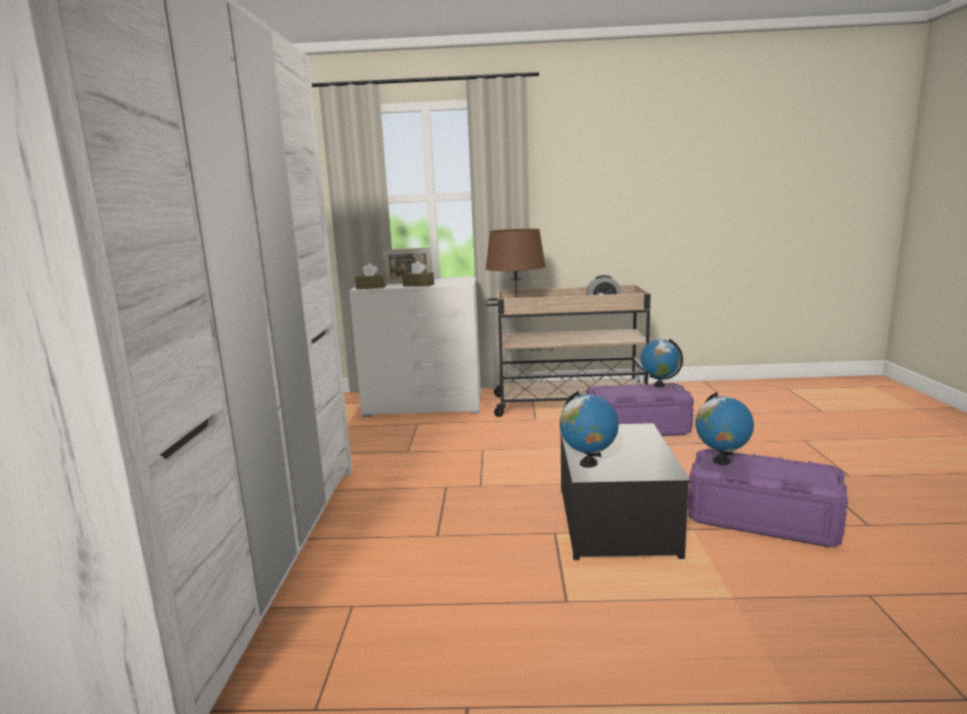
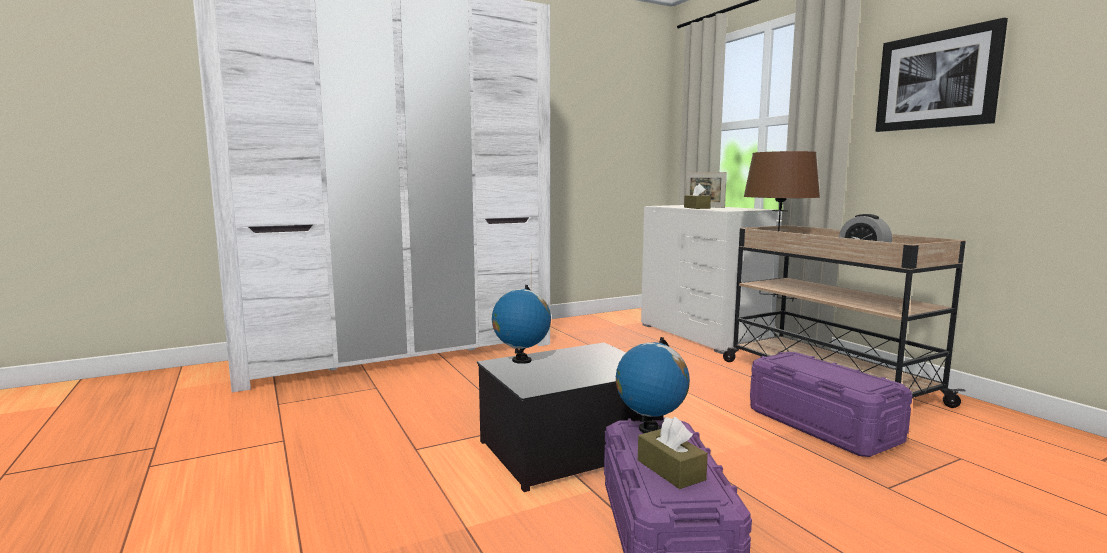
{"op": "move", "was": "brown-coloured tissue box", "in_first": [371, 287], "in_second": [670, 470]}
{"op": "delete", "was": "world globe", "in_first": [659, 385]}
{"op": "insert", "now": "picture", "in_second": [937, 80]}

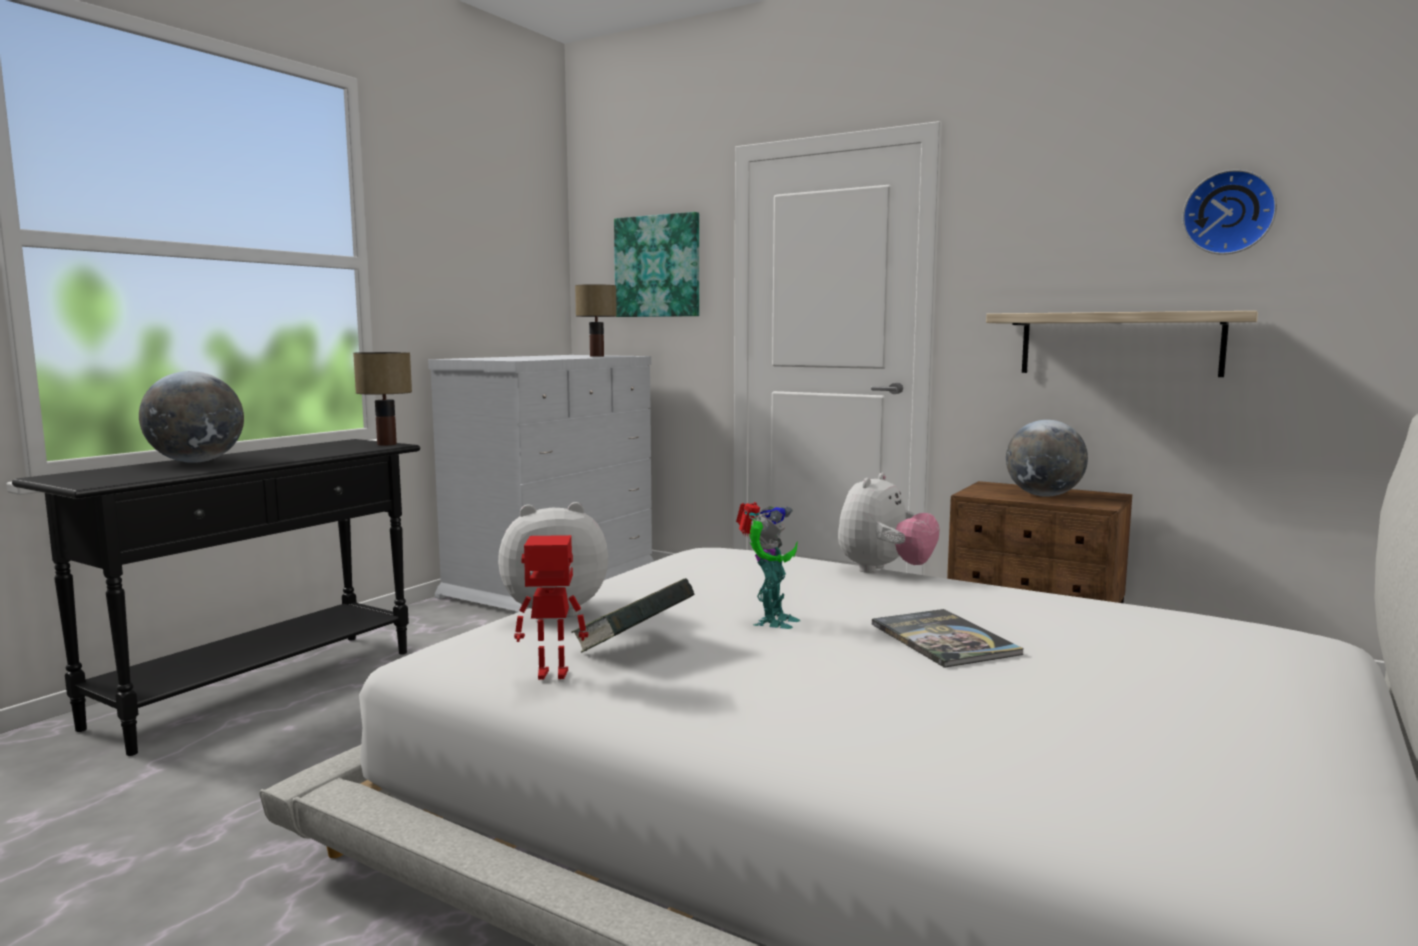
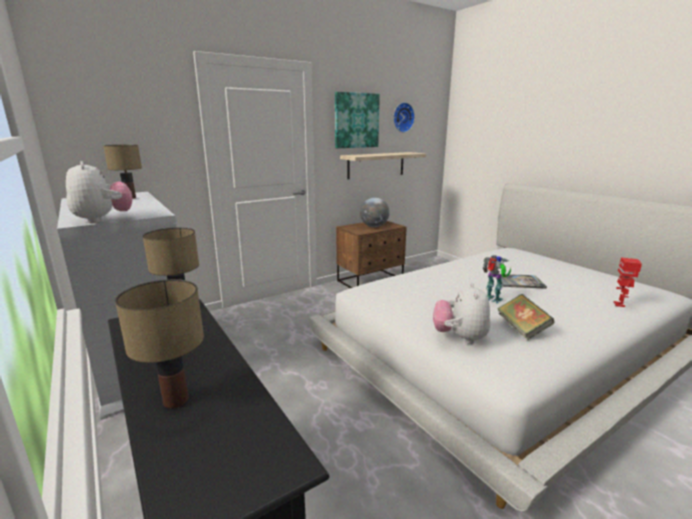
{"op": "replace", "was": "world globe", "now": "table lamp", "in_first": [196, 462], "in_second": [177, 400]}
{"op": "move", "was": "toy robot", "in_first": [552, 675], "in_second": [619, 304]}
{"op": "move", "was": "picture", "in_first": [658, 266], "in_second": [356, 120]}
{"op": "move", "was": "cuddly toy", "in_first": [884, 571], "in_second": [103, 219]}

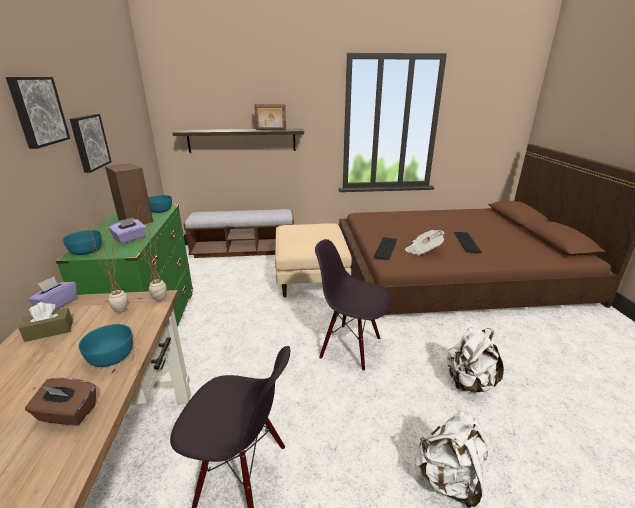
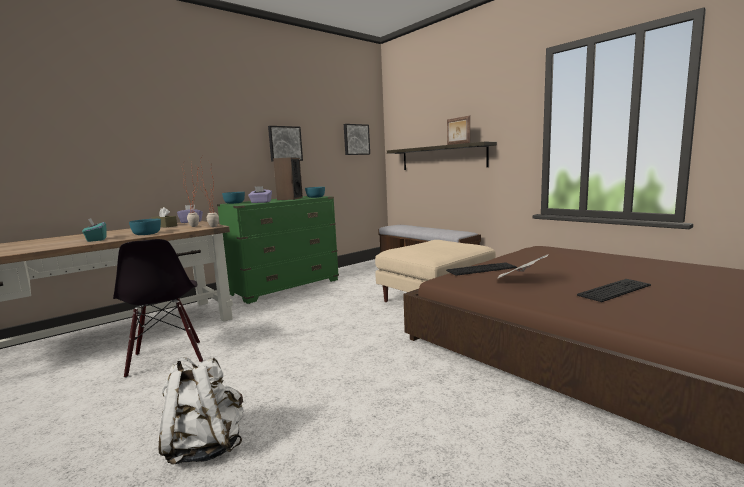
{"op": "move", "was": "picture", "in_first": [37, 111], "in_second": [356, 139]}
{"op": "recolor", "was": "brown-coloured tissue box", "now": "turquoise-coloured tissue box", "in_first": [67, 414], "in_second": [96, 239]}
{"op": "delete", "was": "blackish plain chair", "in_first": [351, 347]}
{"op": "delete", "was": "white-coloured backpack", "in_first": [469, 383]}

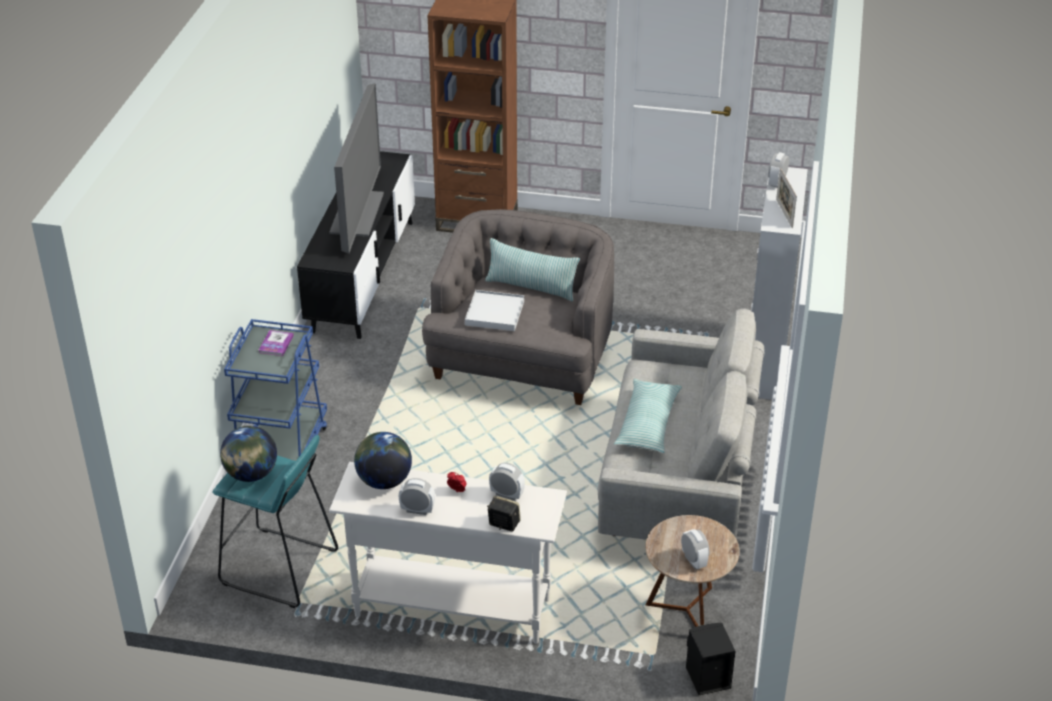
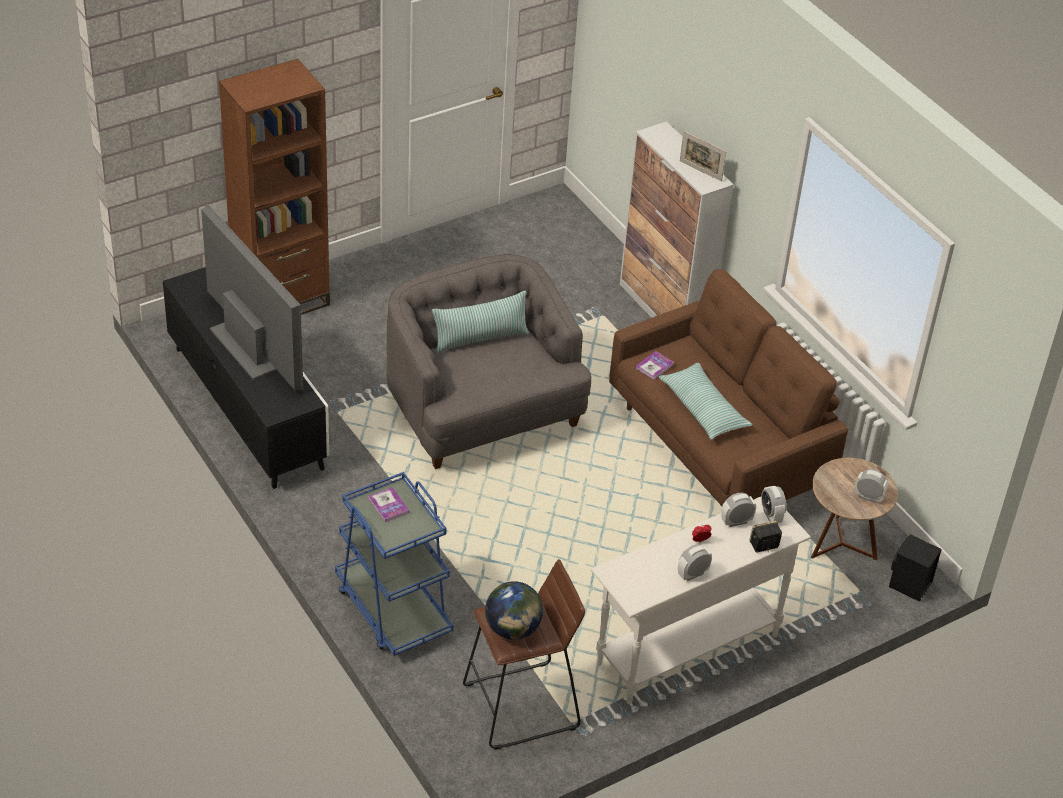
{"op": "recolor", "was": "turquoise-coloured stool seat", "now": "brown-coloured stool seat", "in_first": [279, 568], "in_second": [522, 706]}
{"op": "delete", "was": "world globe", "in_first": [384, 481]}
{"op": "delete", "was": "white-coloured tray", "in_first": [494, 313]}
{"op": "recolor", "was": "grey settee", "now": "brown-coloured settee", "in_first": [678, 480], "in_second": [718, 447]}
{"op": "move", "was": "alarm clock", "in_first": [777, 182], "in_second": [771, 515]}
{"op": "insert", "now": "volume", "in_second": [654, 366]}

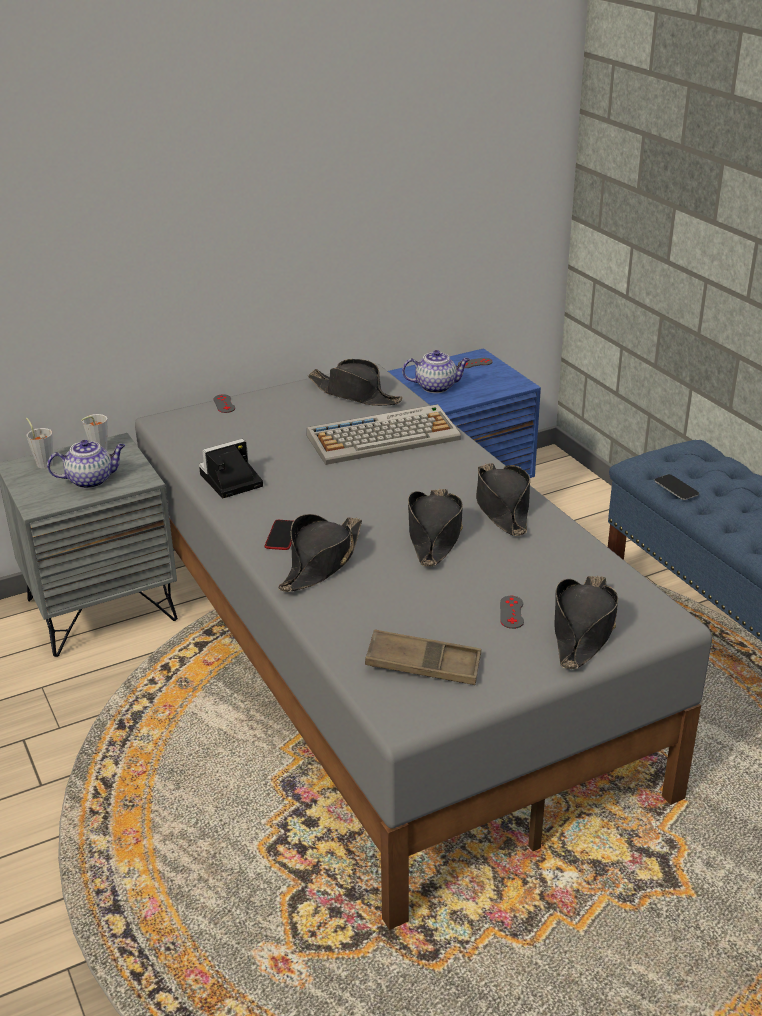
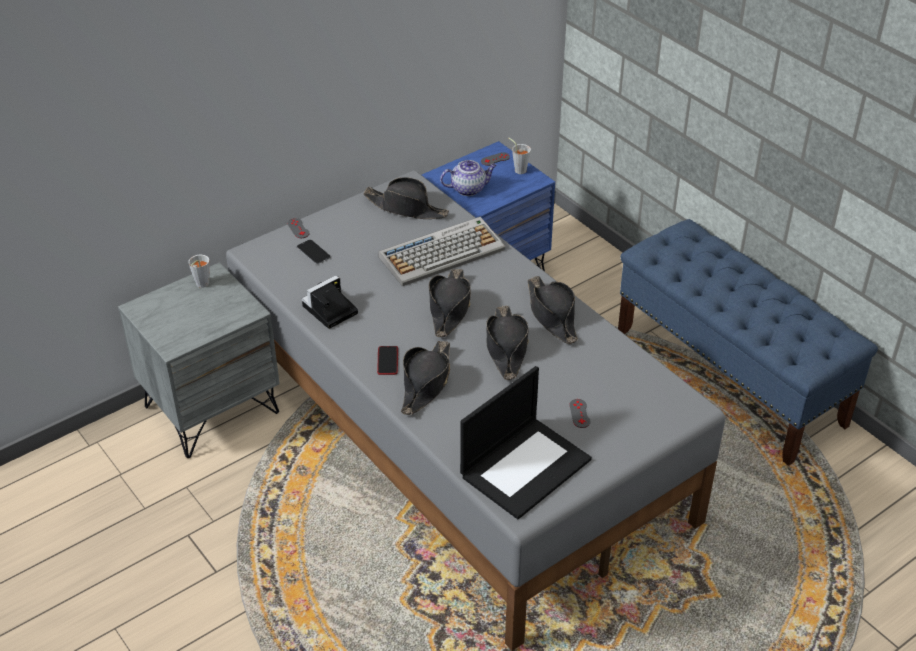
{"op": "move", "was": "grey drinking cup", "in_first": [43, 462], "in_second": [518, 169]}
{"op": "delete", "was": "pot for tea", "in_first": [91, 480]}
{"op": "replace", "was": "brown-coloured tray", "now": "laptop", "in_first": [423, 665], "in_second": [525, 466]}
{"op": "move", "was": "blackish hat", "in_first": [583, 630], "in_second": [449, 308]}
{"op": "move", "was": "handset", "in_first": [676, 488], "in_second": [313, 252]}

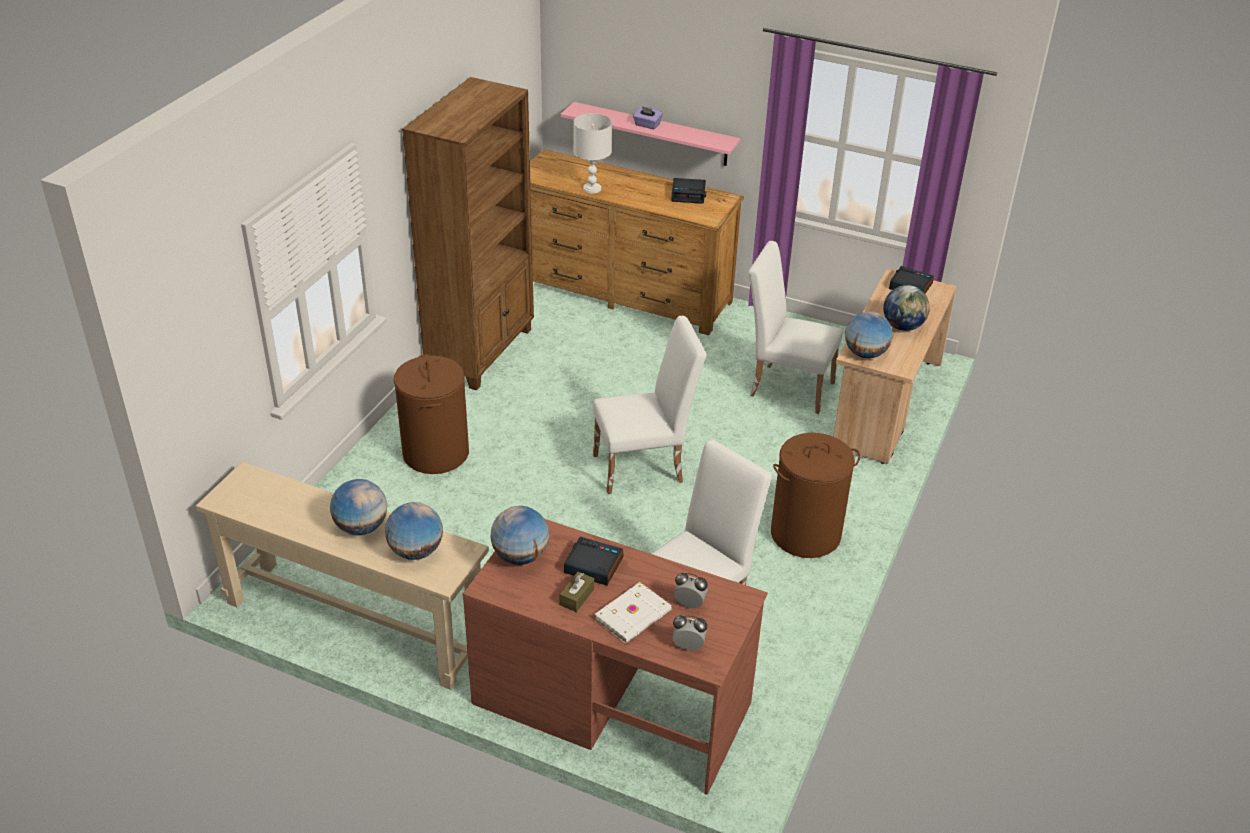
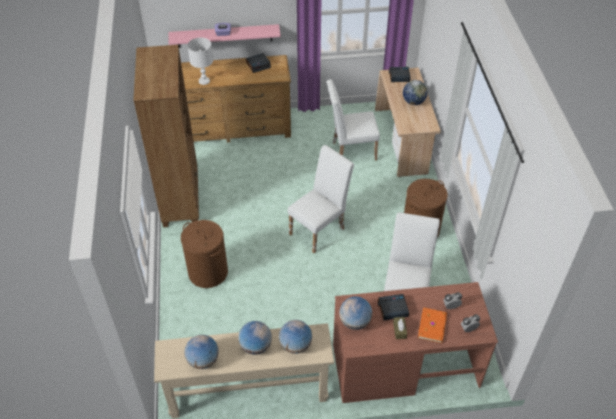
{"op": "recolor", "was": "white-coloured volume", "now": "orange-coloured volume", "in_first": [634, 616], "in_second": [433, 326]}
{"op": "move", "was": "world globe", "in_first": [865, 354], "in_second": [203, 360]}

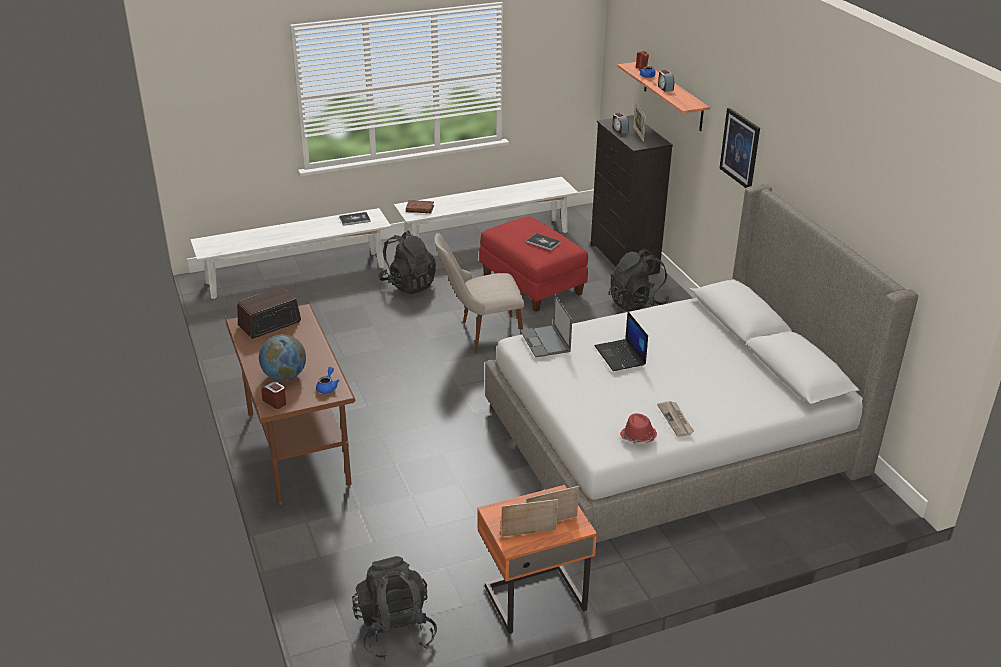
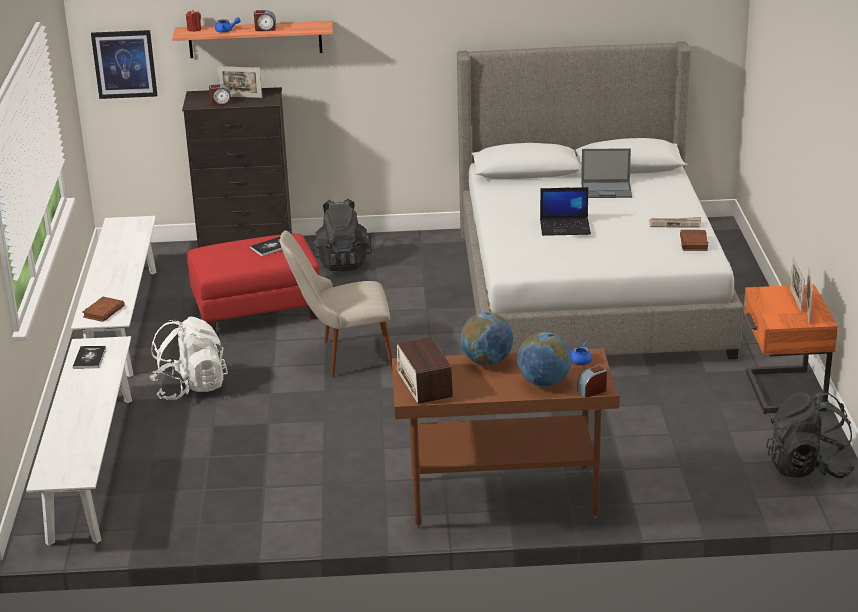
{"op": "recolor", "was": "blackish backpack", "now": "white-coloured backpack", "in_first": [408, 284], "in_second": [190, 388]}
{"op": "rotate", "was": "beige plain chair", "in_first": [480, 335], "in_second": [343, 357], "clockwise": 75}
{"op": "move", "was": "laptop", "in_first": [545, 341], "in_second": [607, 190]}
{"op": "replace", "was": "red hat", "now": "brown-coloured volume", "in_first": [638, 437], "in_second": [694, 243]}
{"op": "move", "was": "picture", "in_first": [740, 148], "in_second": [124, 64]}
{"op": "insert", "now": "world globe", "in_second": [487, 361]}

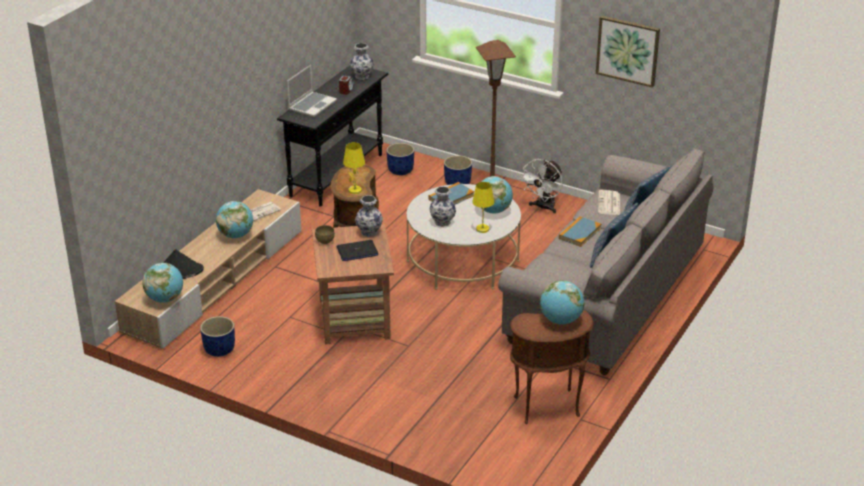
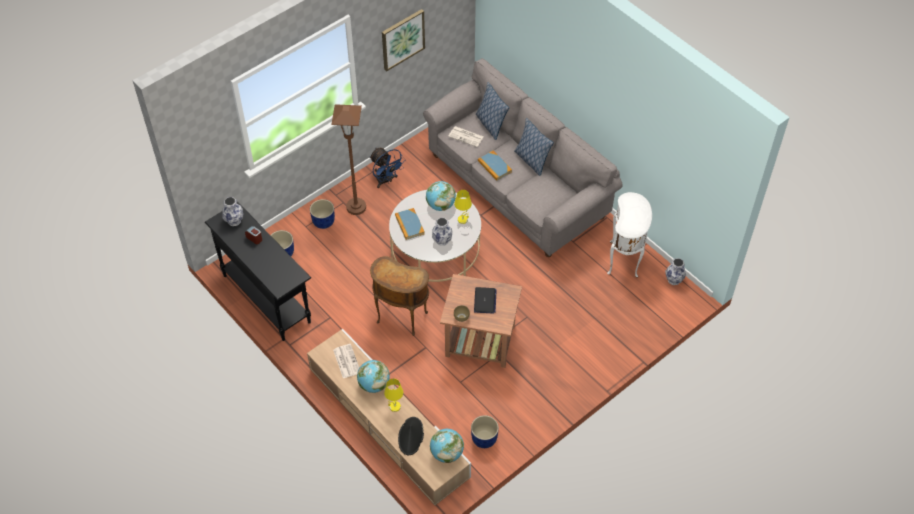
{"op": "delete", "was": "laptop", "in_first": [312, 105]}
{"op": "move", "was": "yellow-coloured table lamp", "in_first": [354, 190], "in_second": [394, 407]}
{"op": "move", "was": "vase", "in_first": [369, 232], "in_second": [674, 280]}
{"op": "recolor", "was": "brown-coloured accent table", "now": "white-coloured accent table", "in_first": [547, 408], "in_second": [625, 260]}
{"op": "recolor", "was": "white-coloured fan", "now": "bluish fan", "in_first": [543, 207], "in_second": [386, 181]}
{"op": "delete", "was": "world globe", "in_first": [561, 320]}

